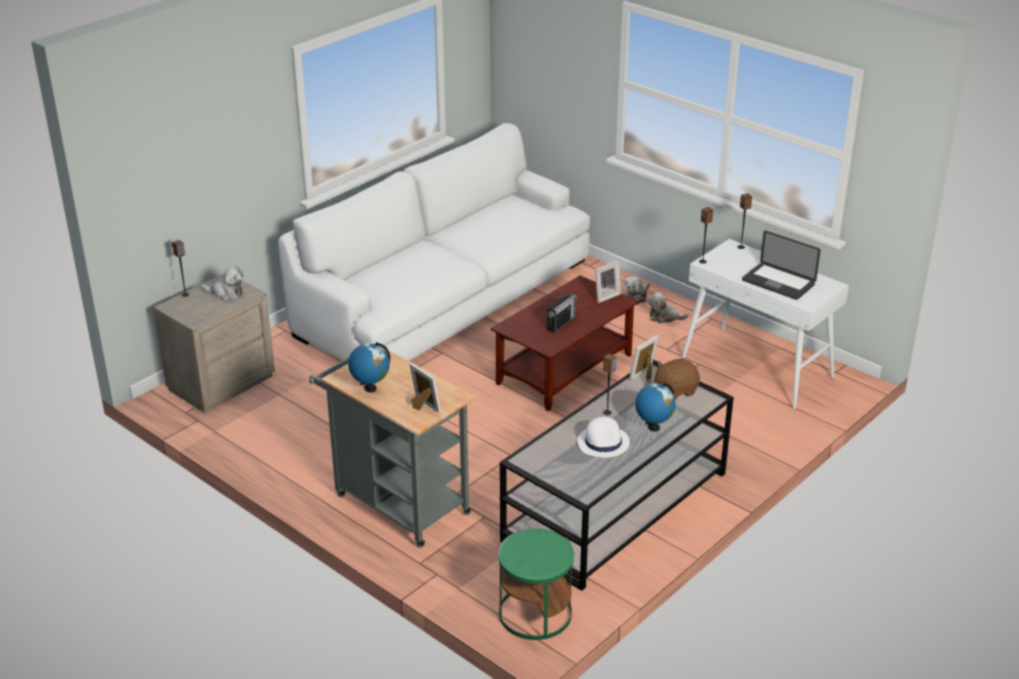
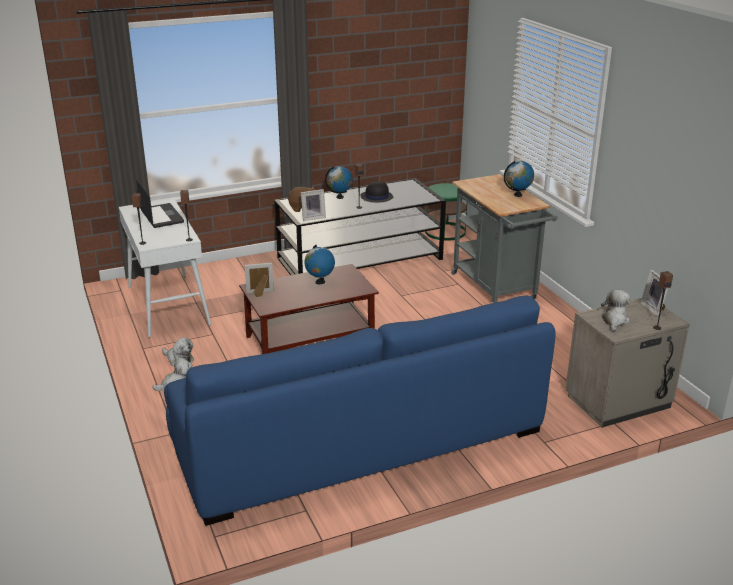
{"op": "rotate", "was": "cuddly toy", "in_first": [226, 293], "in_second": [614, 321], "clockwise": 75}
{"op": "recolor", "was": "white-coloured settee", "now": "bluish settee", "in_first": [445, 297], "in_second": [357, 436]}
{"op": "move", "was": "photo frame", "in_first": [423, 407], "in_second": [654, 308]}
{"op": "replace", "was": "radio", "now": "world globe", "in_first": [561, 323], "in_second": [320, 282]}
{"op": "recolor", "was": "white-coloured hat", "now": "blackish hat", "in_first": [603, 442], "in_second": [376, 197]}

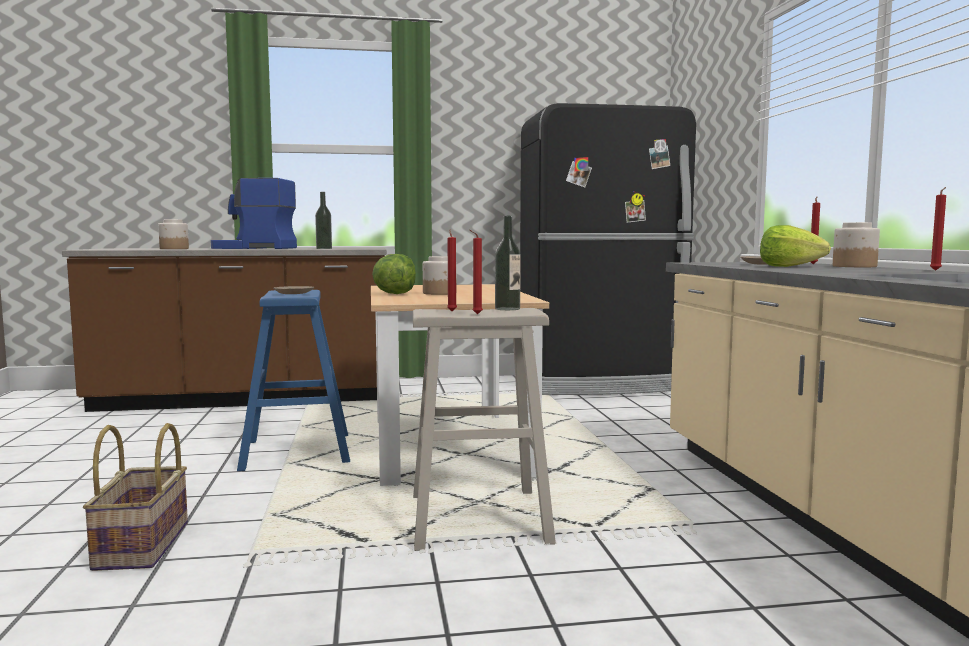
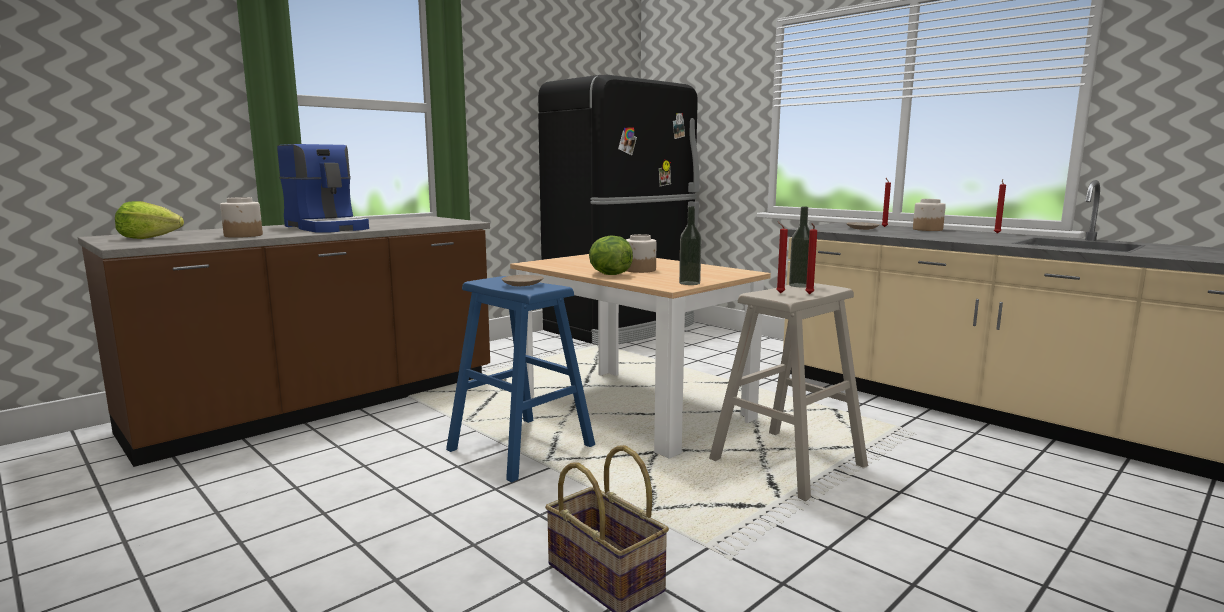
{"op": "rotate", "was": "coffee machine", "in_first": [254, 248], "in_second": [328, 227], "clockwise": -105}
{"op": "move", "was": "beverage bottle", "in_first": [324, 248], "in_second": [689, 283]}
{"op": "move", "was": "lettuce", "in_first": [789, 266], "in_second": [149, 238]}

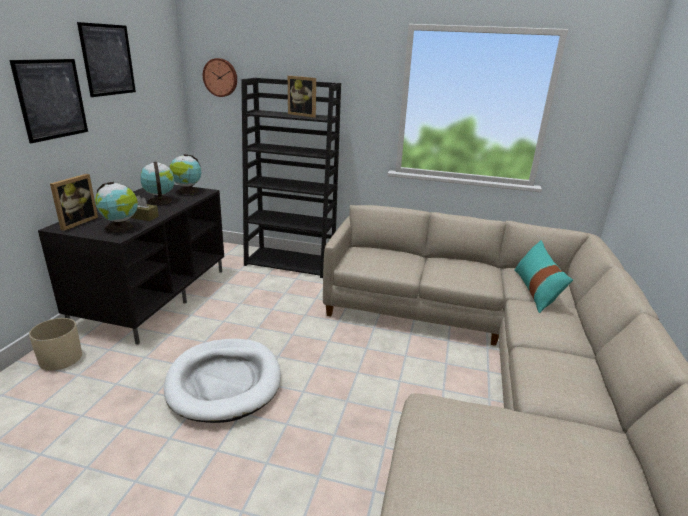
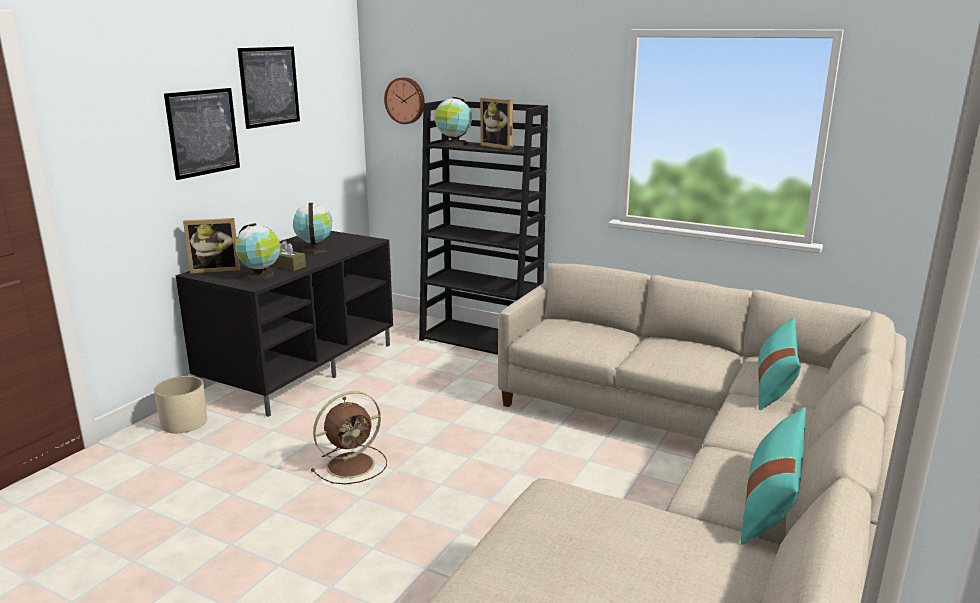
{"op": "rotate", "was": "photo frame", "in_first": [76, 222], "in_second": [216, 269], "clockwise": 45}
{"op": "replace", "was": "white-coloured dog cushion", "now": "brown-coloured fan", "in_first": [224, 382], "in_second": [352, 464]}
{"op": "move", "was": "world globe", "in_first": [187, 191], "in_second": [454, 144]}
{"op": "insert", "now": "turquoise-coloured throw pillow", "in_second": [770, 501]}

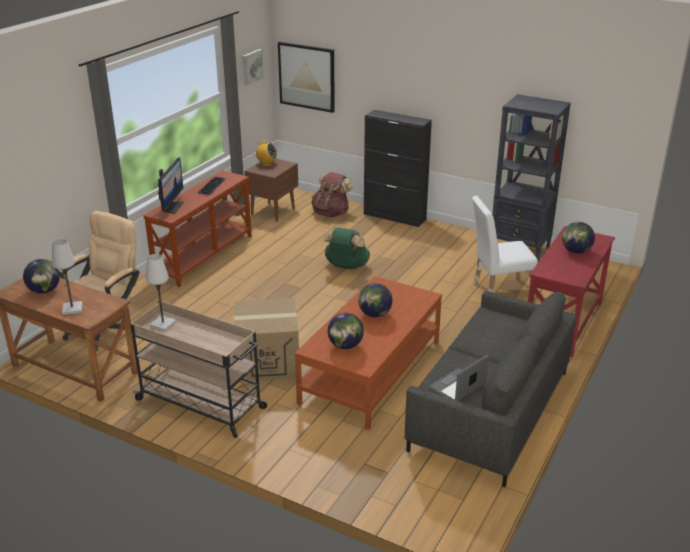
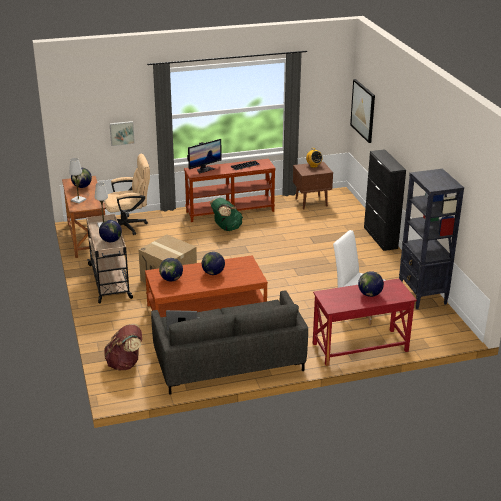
{"op": "move", "was": "picture", "in_first": [251, 66], "in_second": [121, 133]}
{"op": "move", "was": "brown-coloured backpack", "in_first": [331, 213], "in_second": [125, 364]}
{"op": "move", "was": "greenish backpack", "in_first": [346, 266], "in_second": [226, 228]}
{"op": "insert", "now": "world globe", "in_second": [111, 241]}

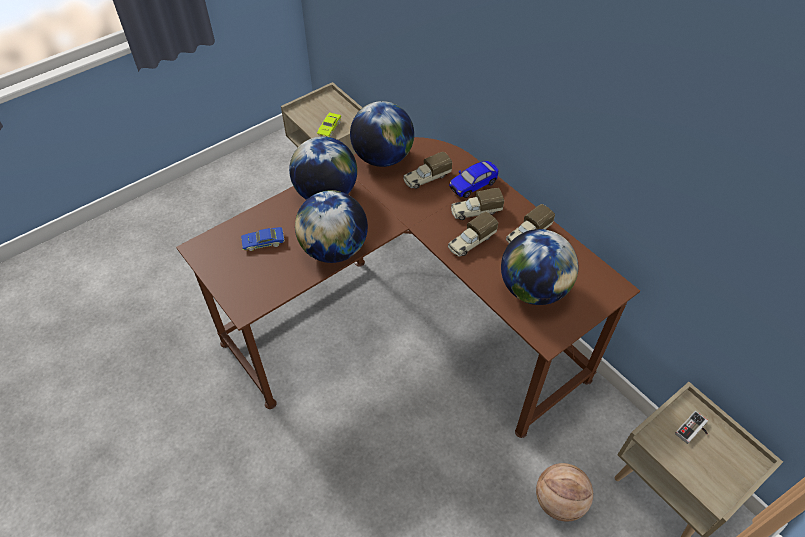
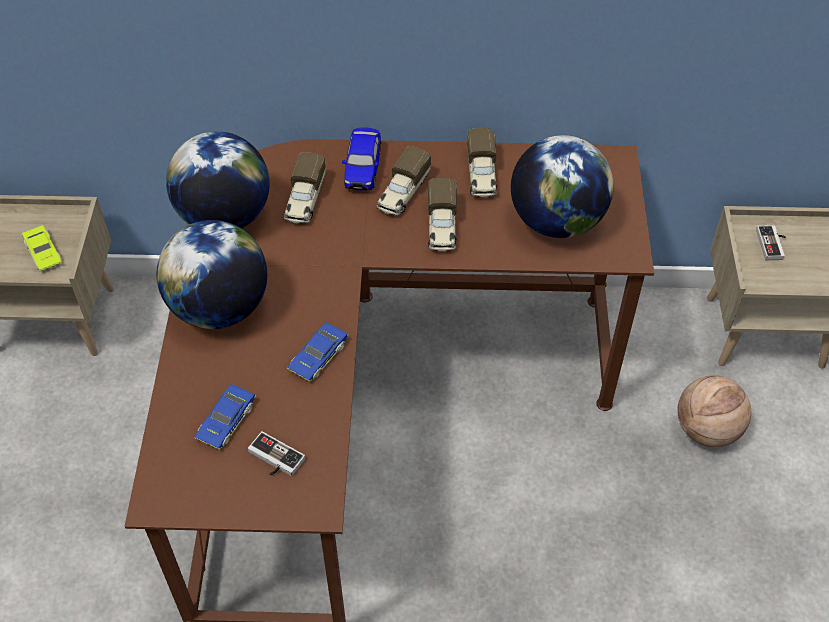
{"op": "replace", "was": "world globe", "now": "bluish toy car", "in_first": [334, 249], "in_second": [318, 356]}
{"op": "insert", "now": "joypad", "in_second": [273, 460]}

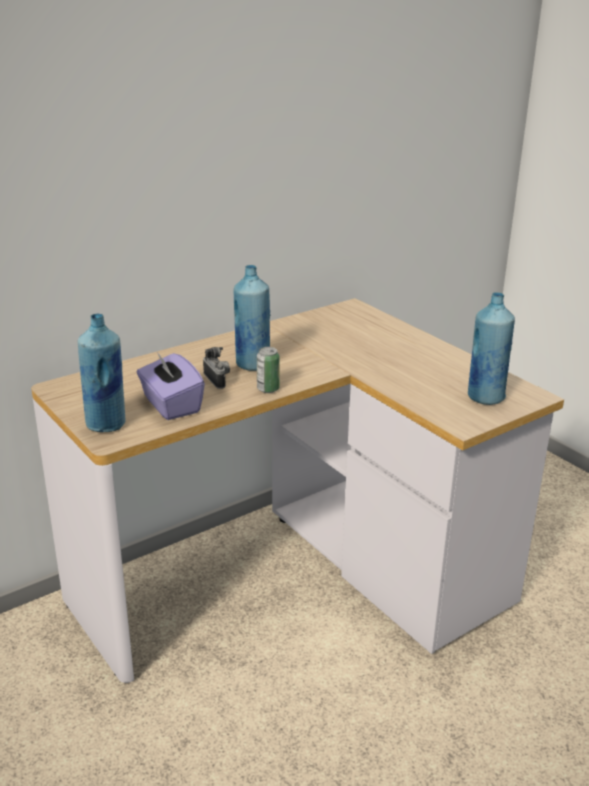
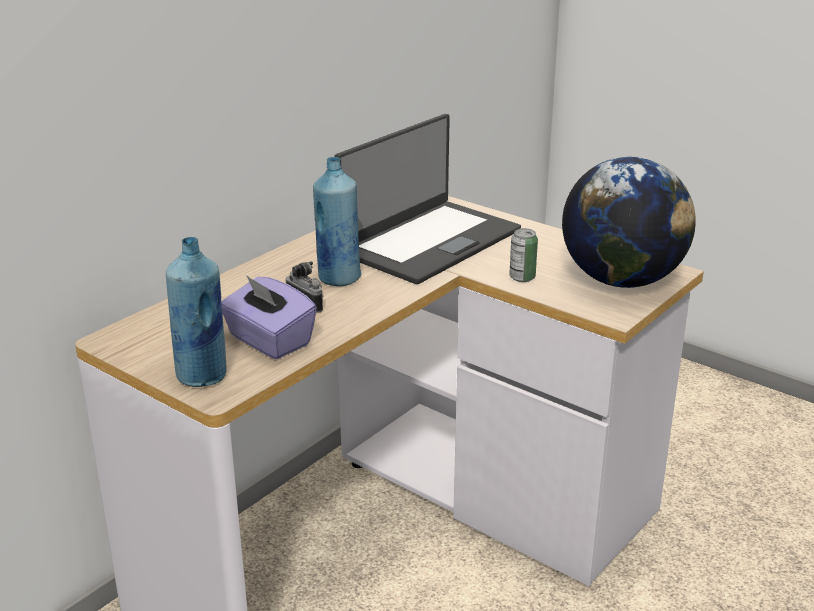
{"op": "move", "was": "metal can", "in_first": [268, 389], "in_second": [522, 277]}
{"op": "replace", "was": "bluish beverage bottle", "now": "world globe", "in_first": [485, 397], "in_second": [621, 280]}
{"op": "insert", "now": "laptop", "in_second": [429, 242]}

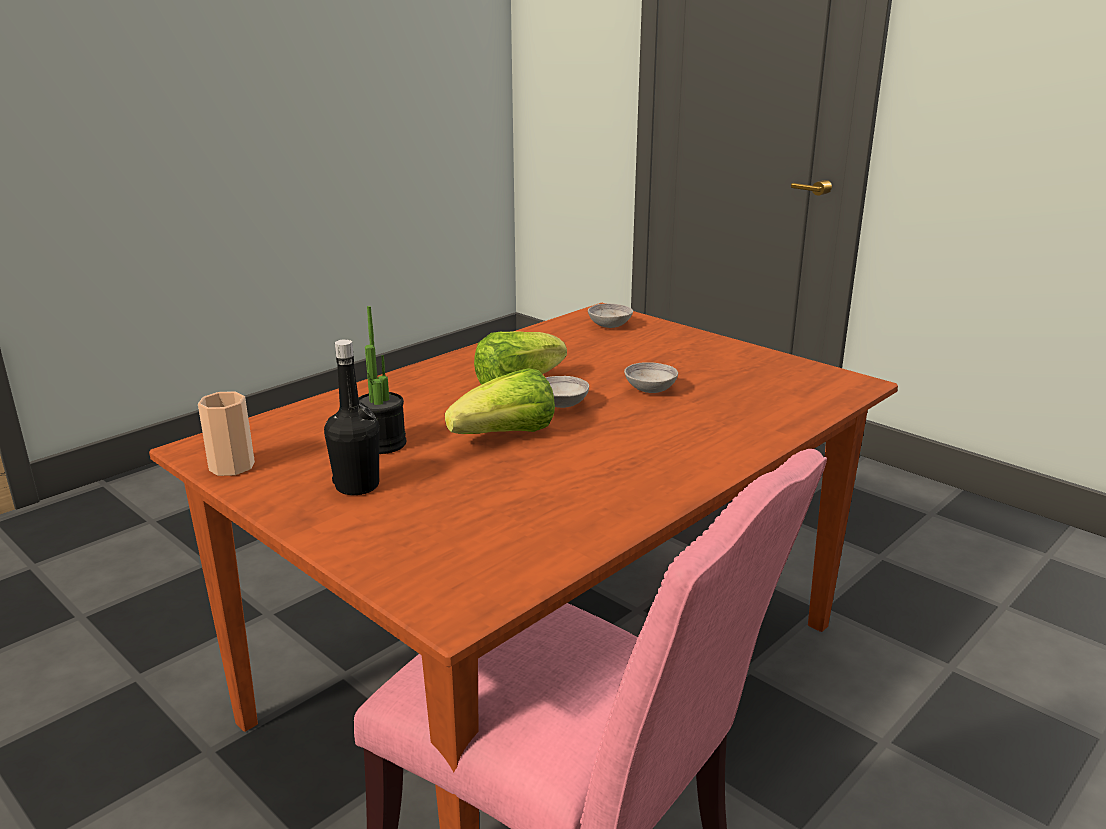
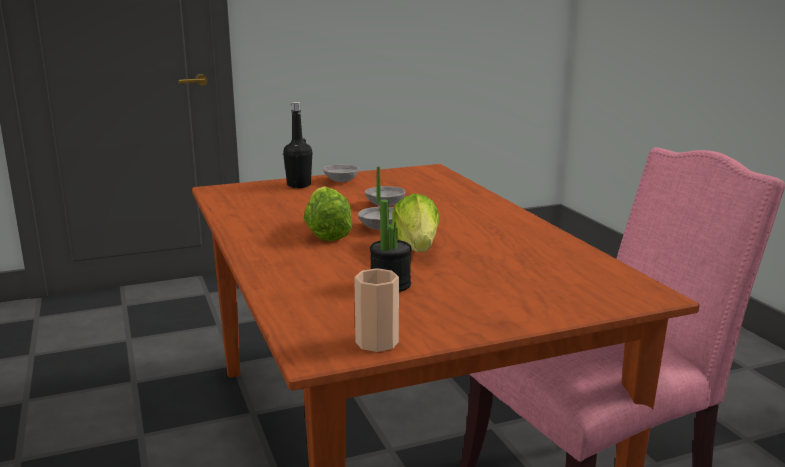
{"op": "move", "was": "blackish beverage bottle", "in_first": [357, 486], "in_second": [299, 185]}
{"op": "move", "was": "grey serving bowl", "in_first": [610, 325], "in_second": [341, 181]}

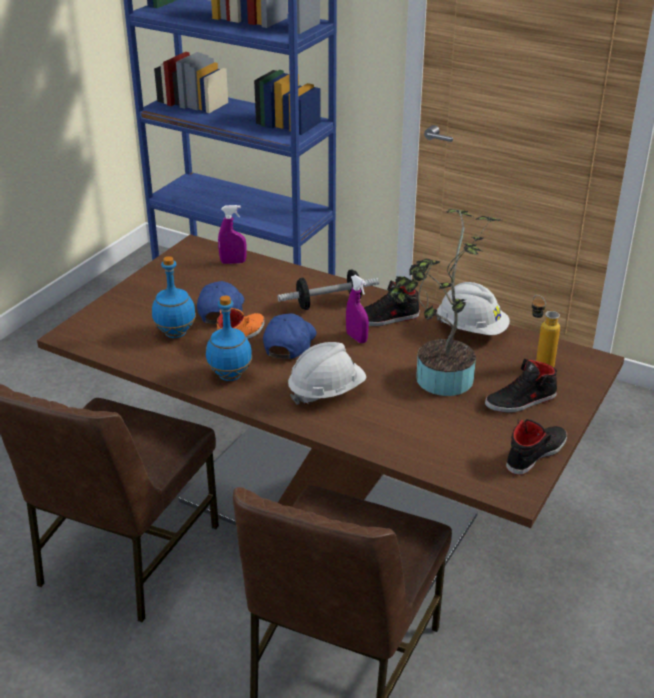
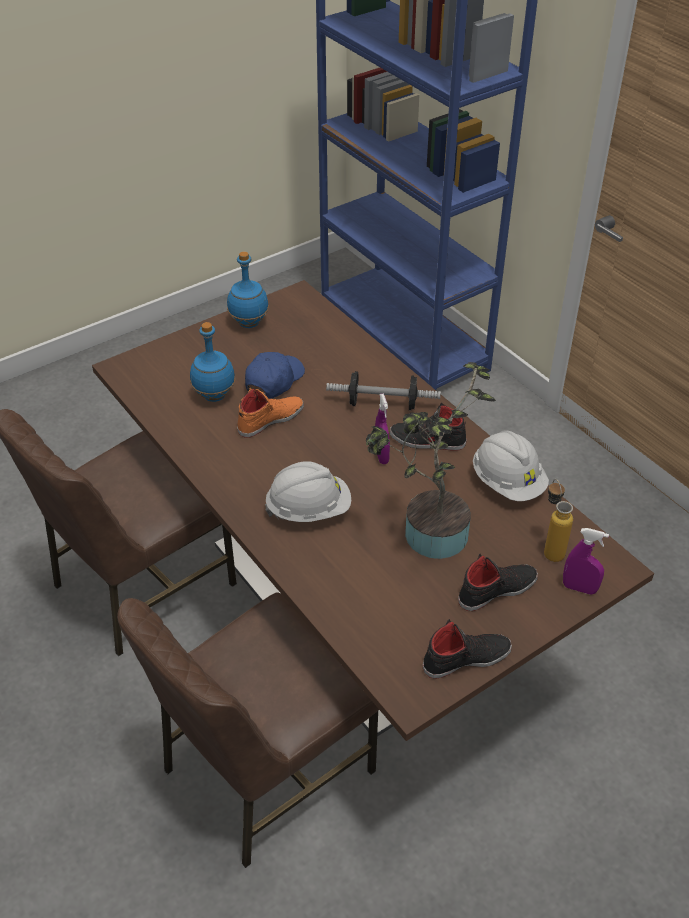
{"op": "move", "was": "bluish beverage bottle", "in_first": [230, 375], "in_second": [249, 323]}
{"op": "move", "was": "purple sprayer", "in_first": [233, 262], "in_second": [579, 588]}
{"op": "delete", "was": "bluish cap", "in_first": [289, 343]}
{"op": "rotate", "was": "blackish item of footwear", "in_first": [521, 401], "in_second": [496, 590], "clockwise": 150}

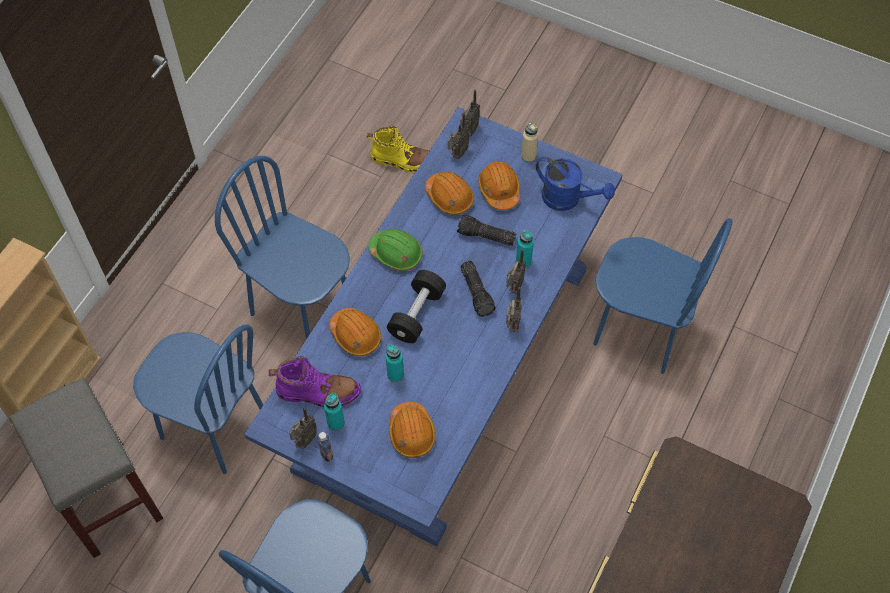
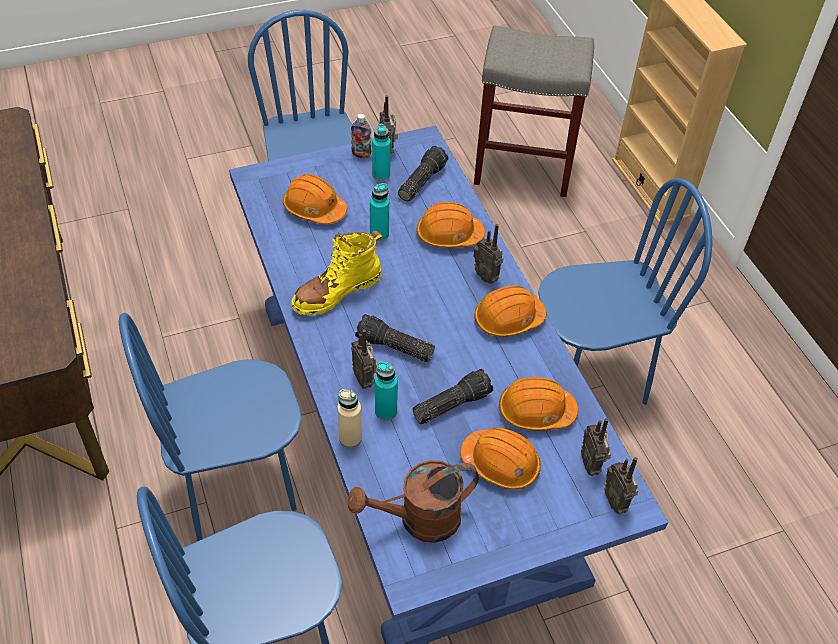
{"op": "move", "was": "bluish plain chair", "in_first": [213, 426], "in_second": [236, 486]}
{"op": "replace", "was": "purple boot", "now": "hand torch", "in_first": [318, 392], "in_second": [421, 181]}
{"op": "move", "was": "yellow-coloured boot", "in_first": [402, 160], "in_second": [337, 292]}
{"op": "recolor", "was": "greenish work helmet", "now": "orange-coloured work helmet", "in_first": [396, 253], "in_second": [508, 319]}
{"op": "delete", "was": "blackish dumbbell", "in_first": [417, 314]}
{"op": "move", "was": "radio", "in_first": [512, 326], "in_second": [487, 276]}
{"op": "move", "was": "beige beverage bottle", "in_first": [528, 156], "in_second": [350, 438]}
{"op": "recolor", "was": "bluish watering pot", "now": "brown-coloured watering pot", "in_first": [567, 199], "in_second": [419, 520]}

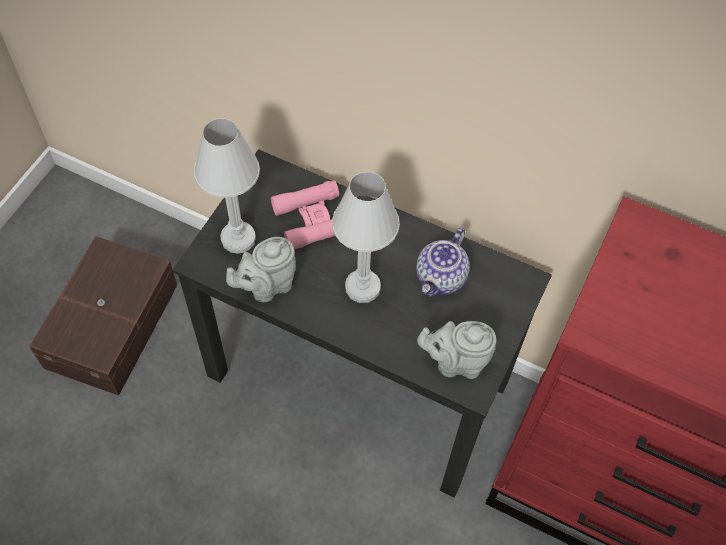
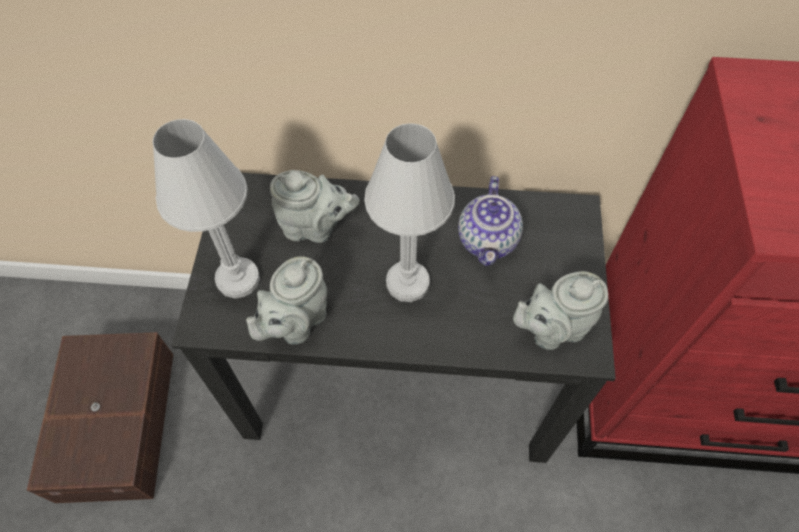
{"op": "replace", "was": "pink-coloured field glasses", "now": "grey pot for tea", "in_first": [312, 219], "in_second": [315, 227]}

